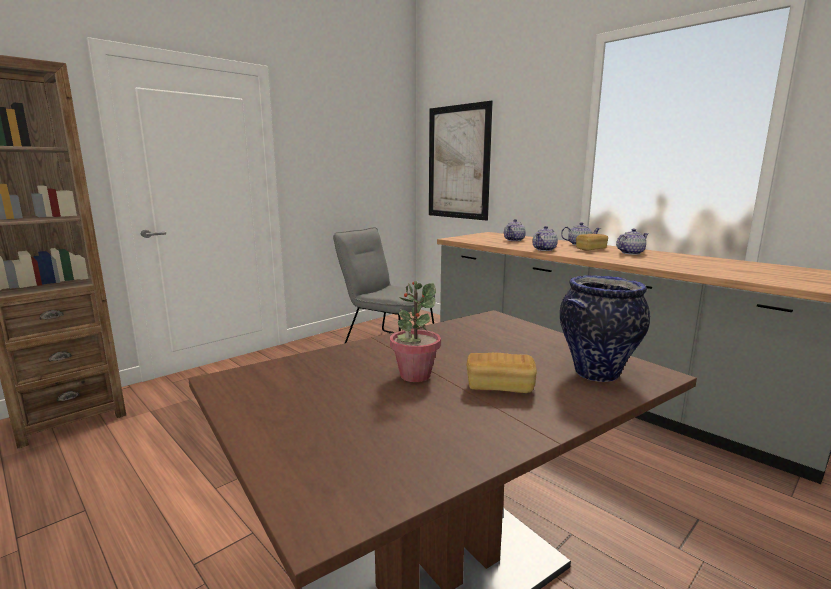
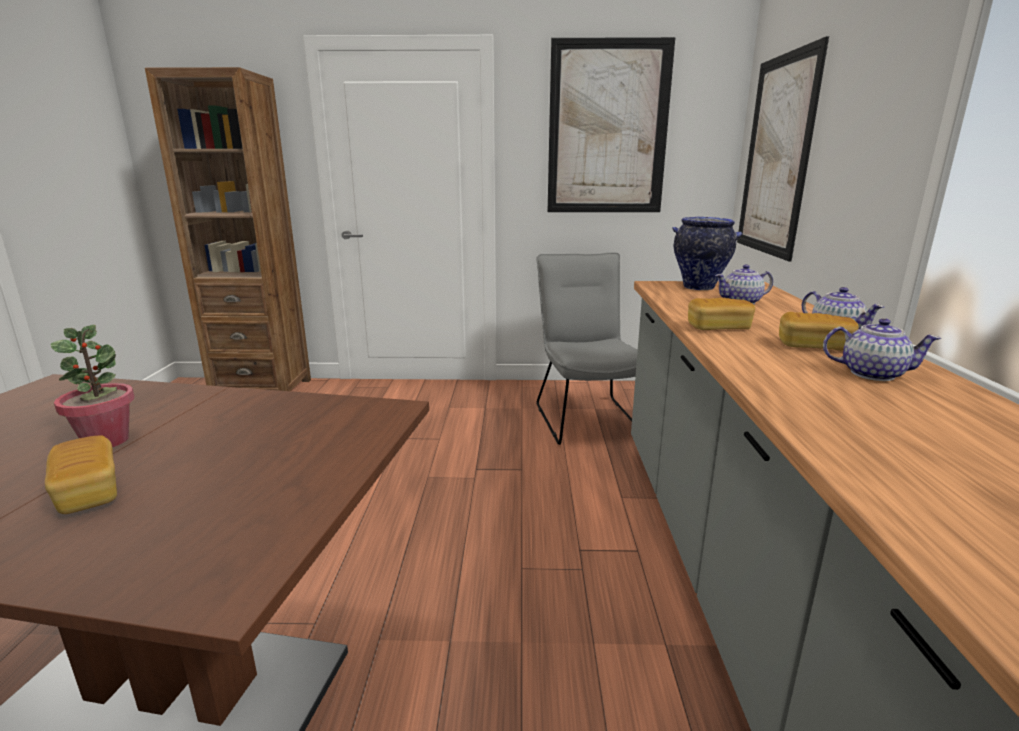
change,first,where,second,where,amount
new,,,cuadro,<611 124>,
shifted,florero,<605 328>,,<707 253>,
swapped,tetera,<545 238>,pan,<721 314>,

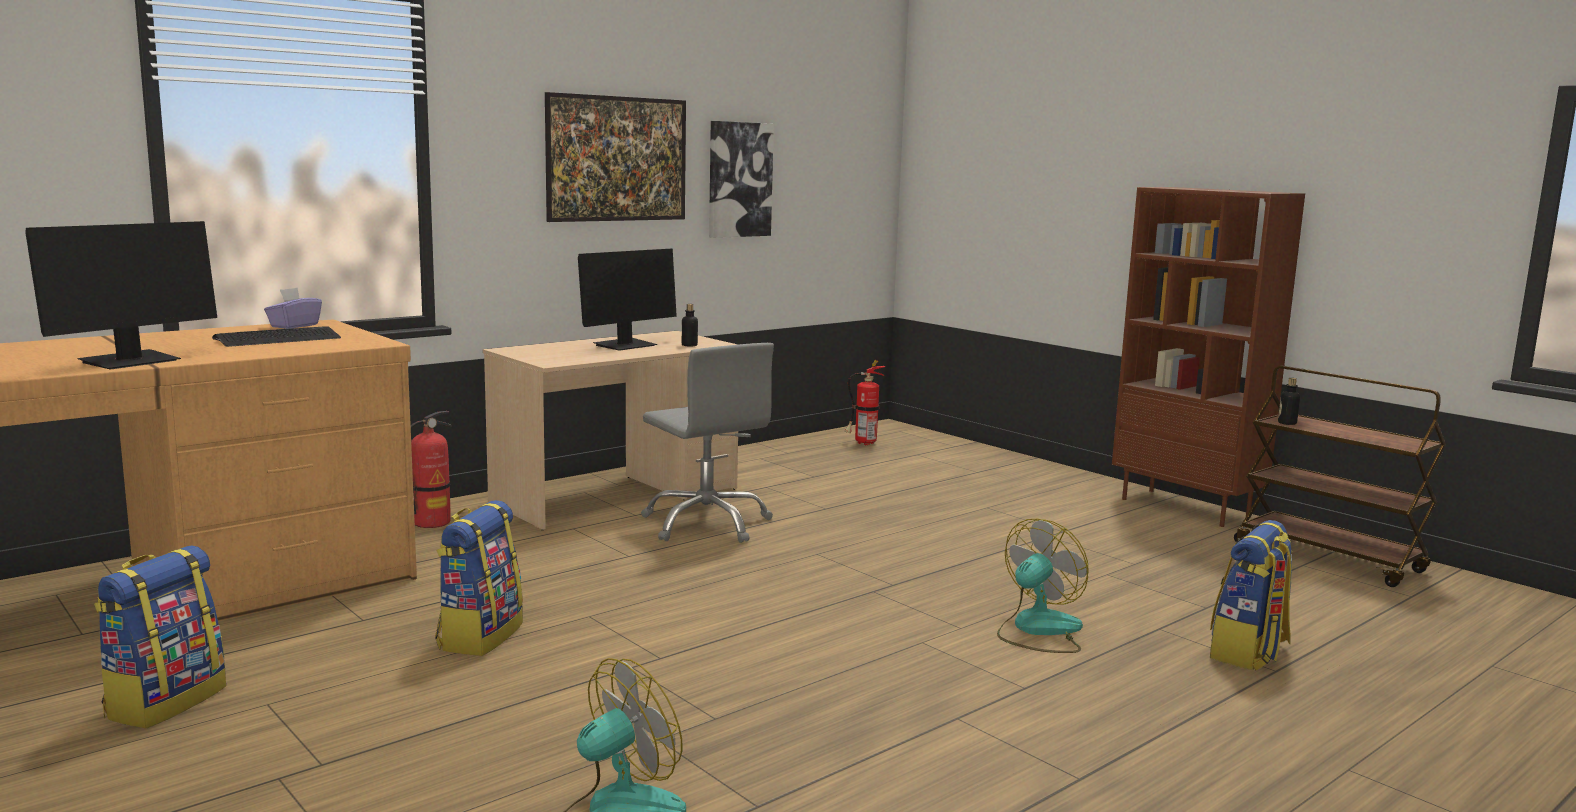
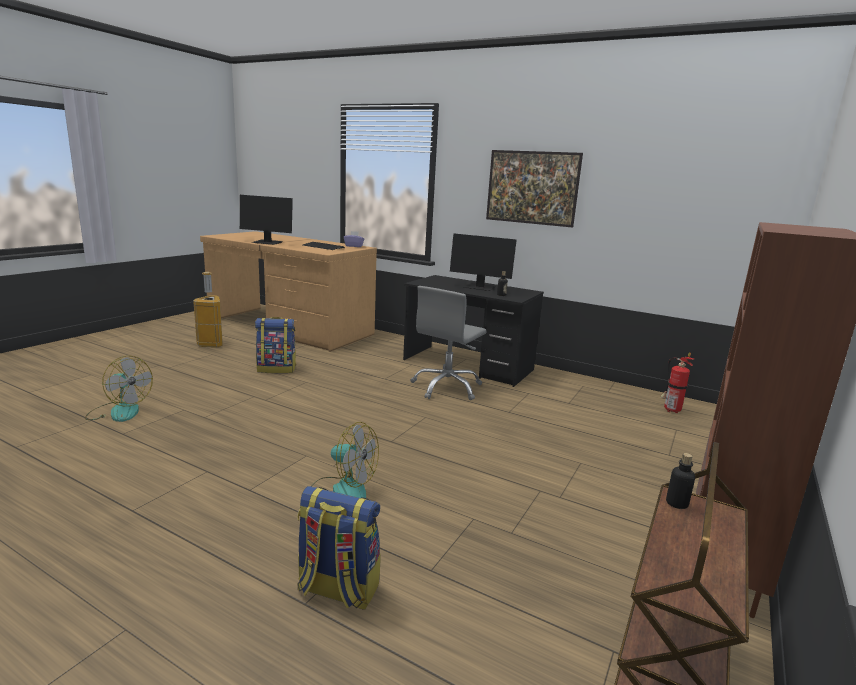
change,first,where,second,where,amount
swapped,mochila,<160 637>,papelera,<208 310>,
repainted,escritorio/beis,<610 430>,escritorio/negro,<473 331>,
gone,extintor,<431 469>,,,
gone,cuadro,<741 179>,,,

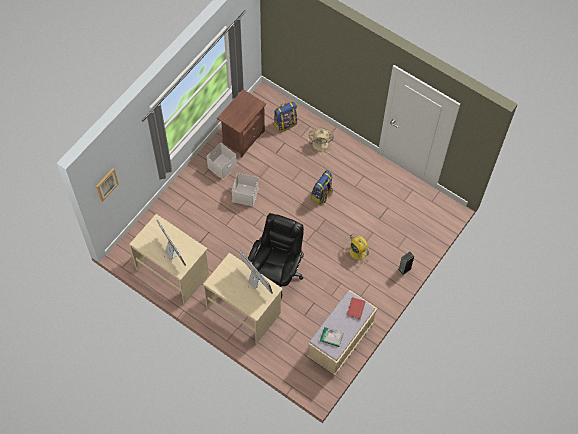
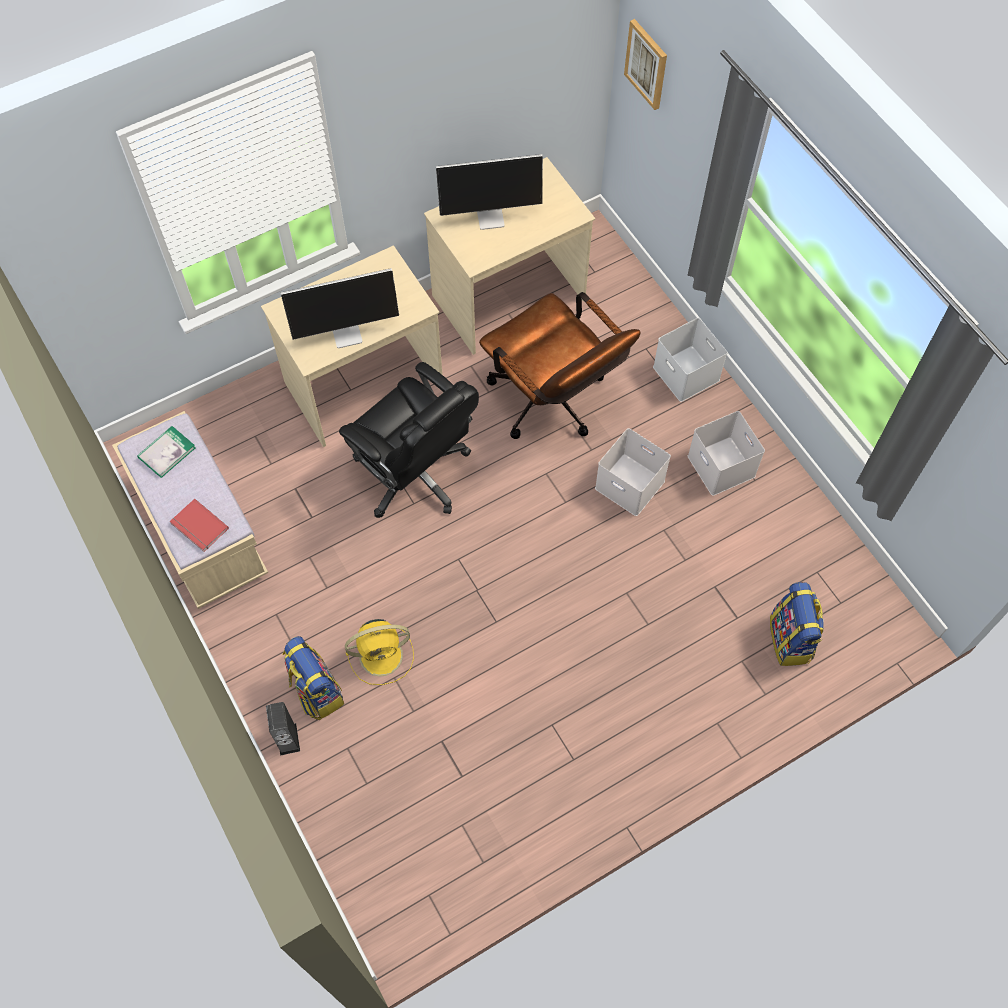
change,first,where,second,where,amount
shifted,mochila,<322 187>,,<313 678>,
new,,,silla de oficina/marrón,<559 365>,
new,,,caja de almacenaje/blanco,<690 360>,
gone,mesita de noche/marrón,<241 123>,,,
gone,ventilador/beis,<321 141>,,,

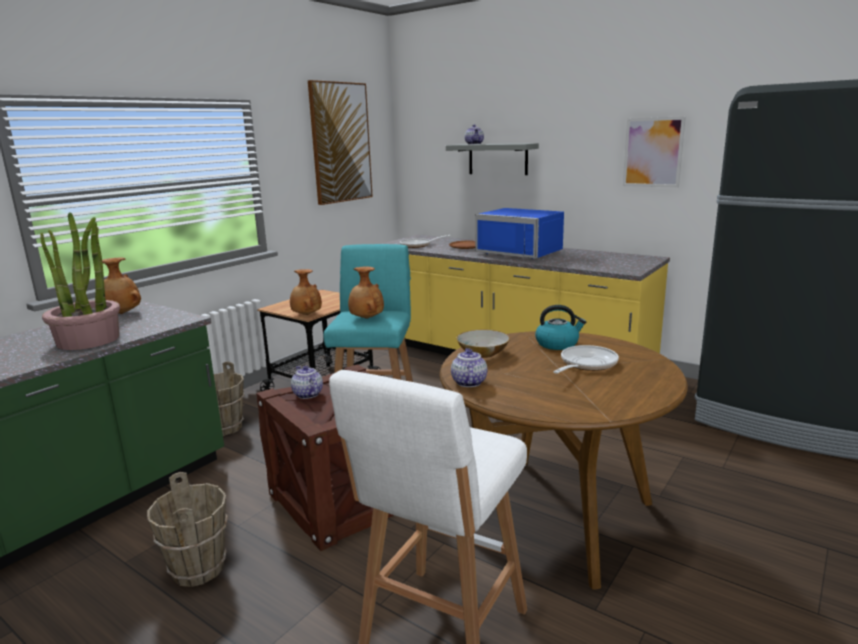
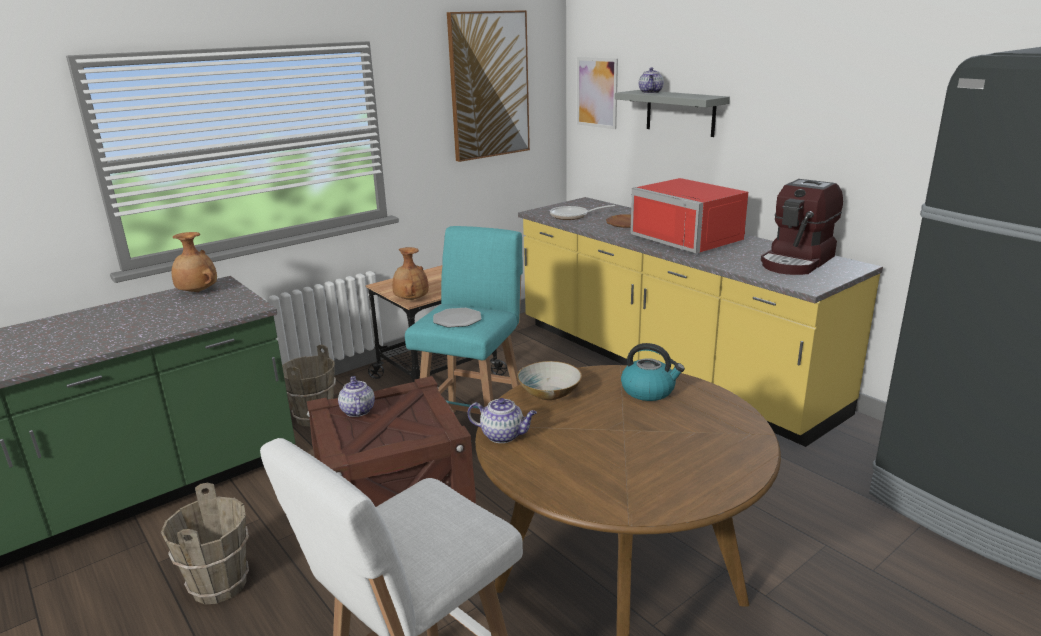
change,first,where,second,where,amount
swapped,florero/marrón,<366 293>,plato,<457 318>,
rotated,tetera,<469 367>,,<502 420>,90 degrees clockwise
shifted,cuadro,<654 152>,,<597 93>,
repainted,microondas/azul,<519 233>,microondas/rojo,<689 215>,
new,,,cafetera,<802 227>,
gone,planta en maceta,<80 281>,,,
gone,sartén,<586 359>,,,

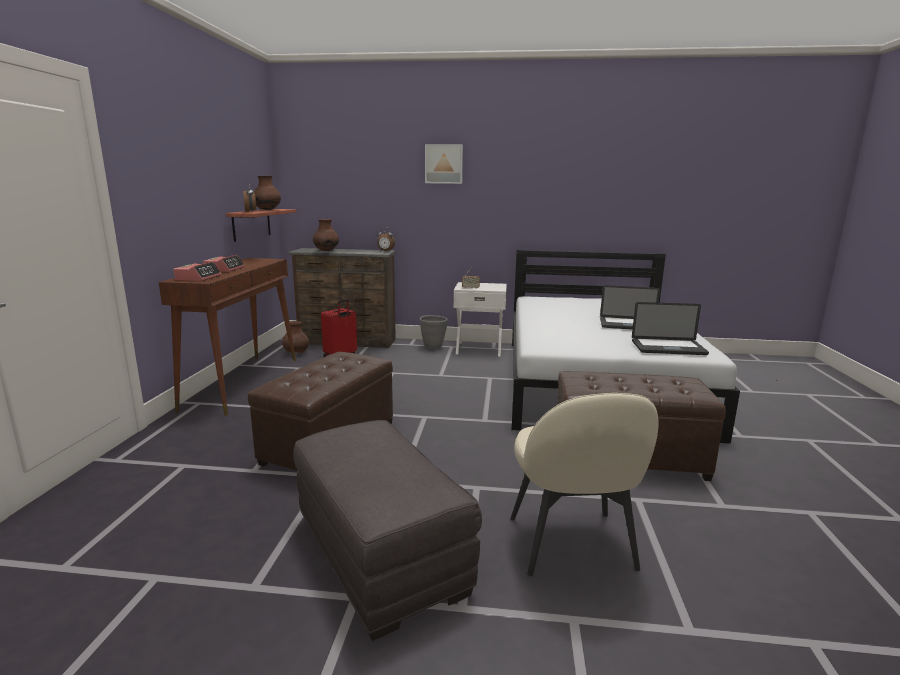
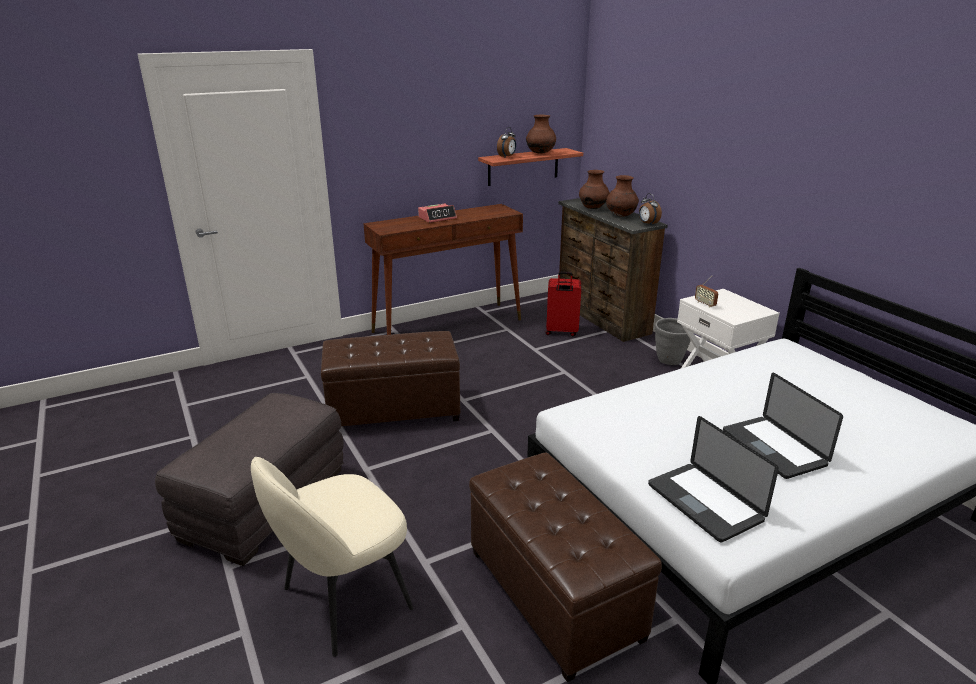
change,first,where,second,where,amount
shifted,florero/marrón,<295 337>,,<622 196>,
gone,despertador,<197 271>,,,
gone,cuadro,<444 164>,,,

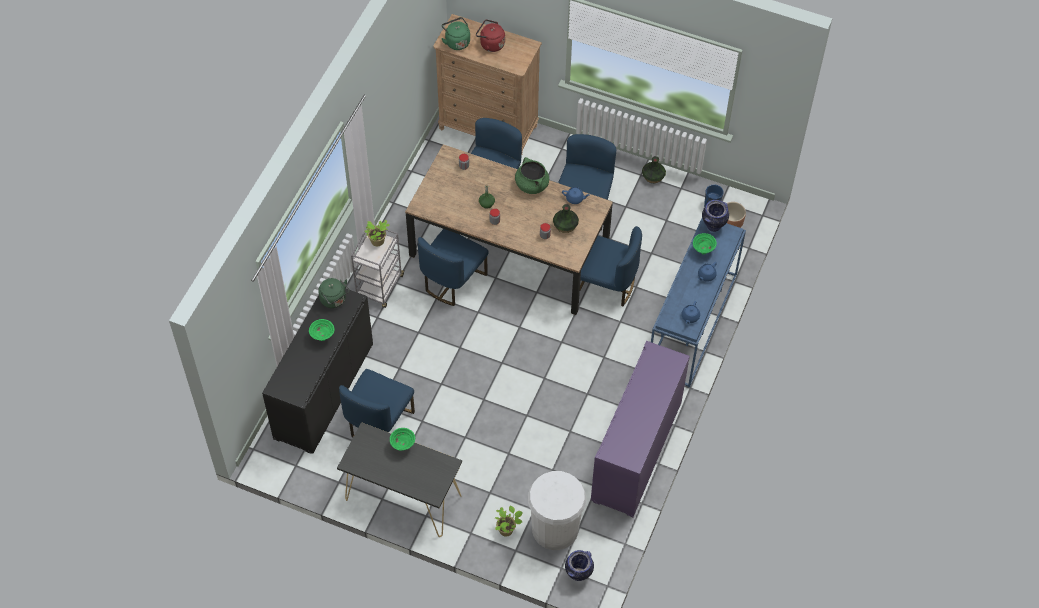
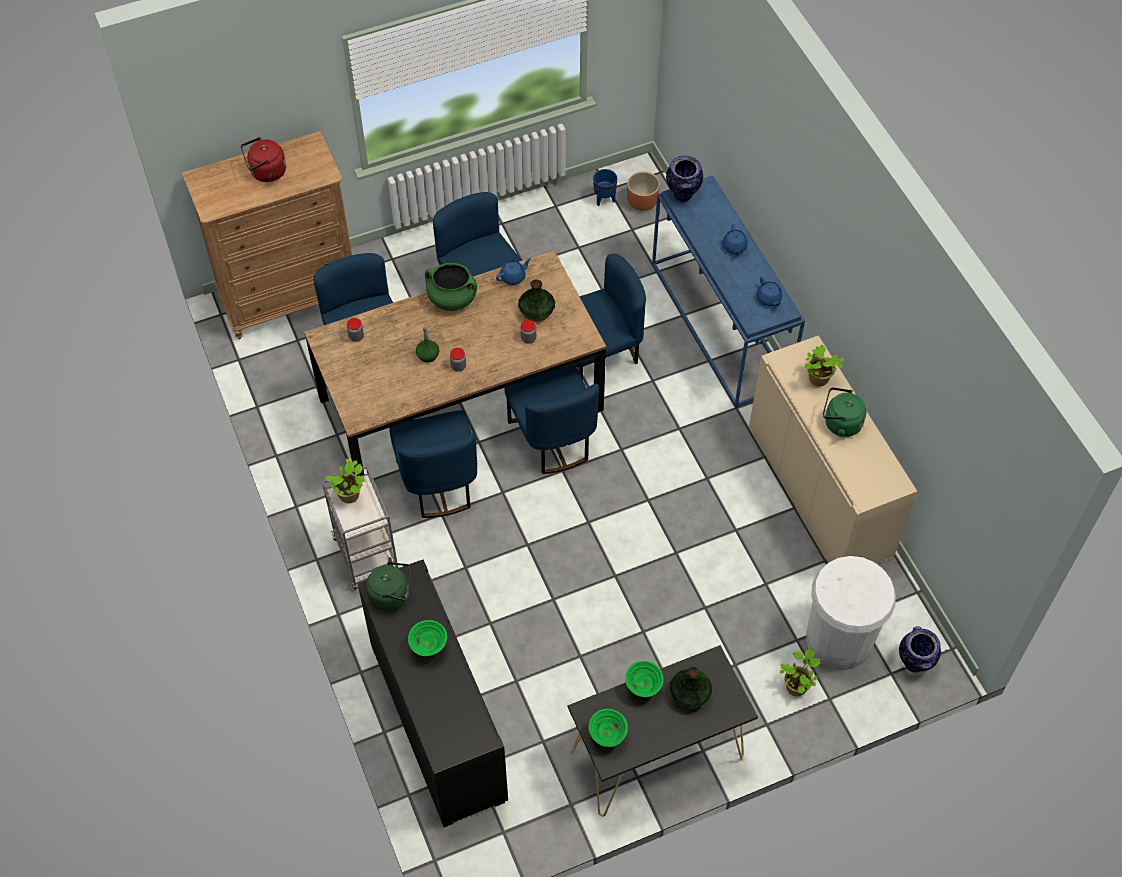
change,first,where,second,where,amount
shifted,silla/azul,<377 403>,,<551 419>,
shifted,cuenco/verde,<705 243>,,<608 728>,
shifted,florero,<654 169>,,<691 688>,
repainted,armario/morado,<640 429>,armario/beis,<833 450>,
new,,,planta en maceta,<824 365>,
shifted,hervidor/verde,<455 33>,,<844 412>,

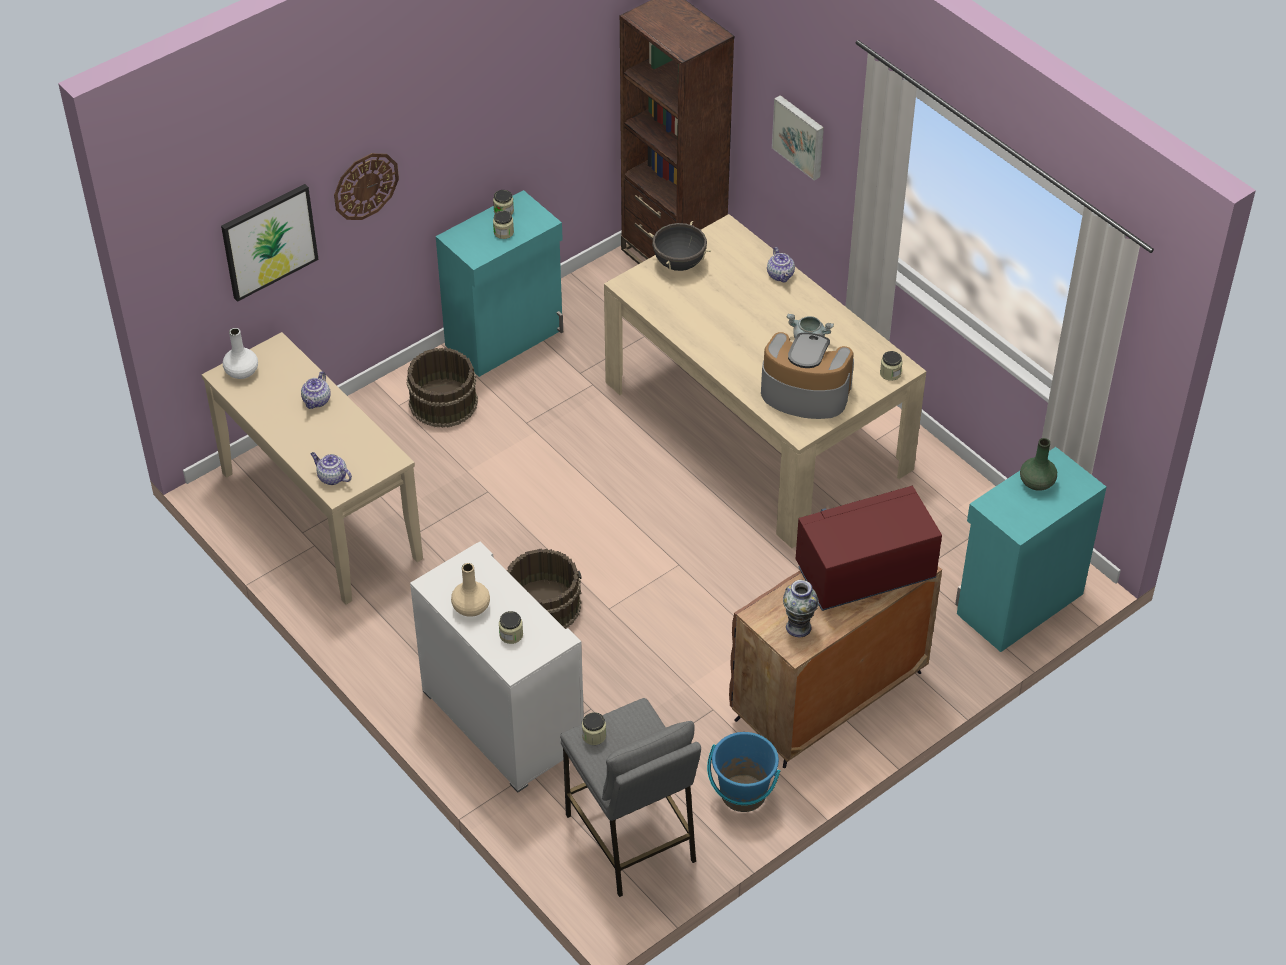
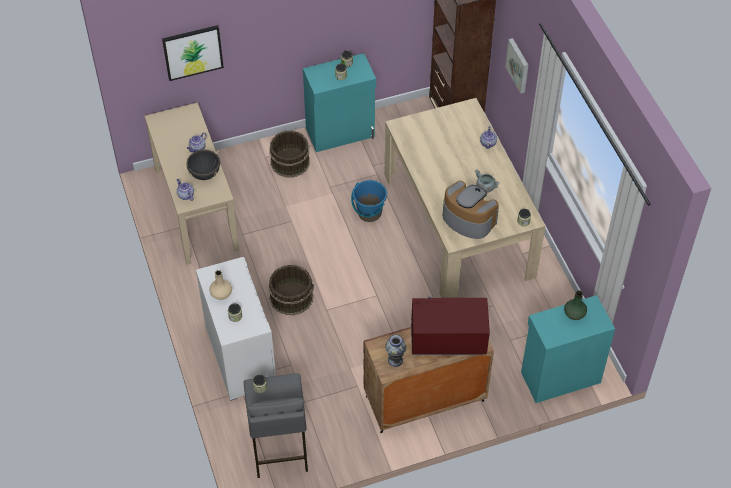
change,first,where,second,where,amount
shifted,olla/negro,<679 246>,,<203 165>,
shifted,cubo/azul,<743 772>,,<369 201>,
gone,florero/blanco,<240 353>,,,
gone,reloj de pared,<366 186>,,,

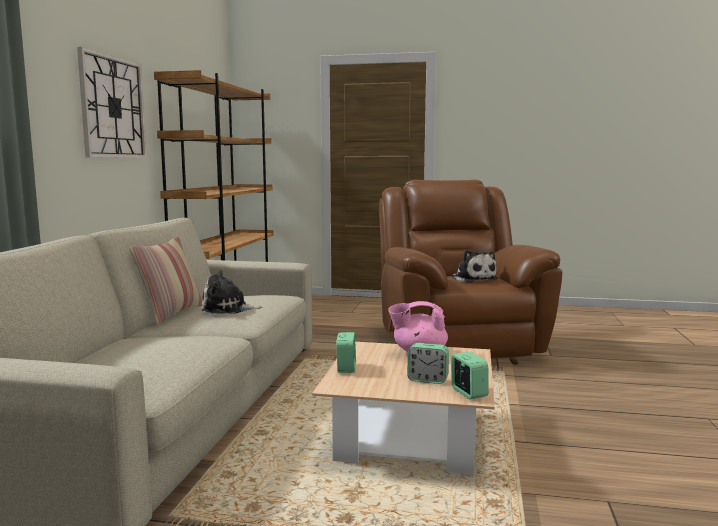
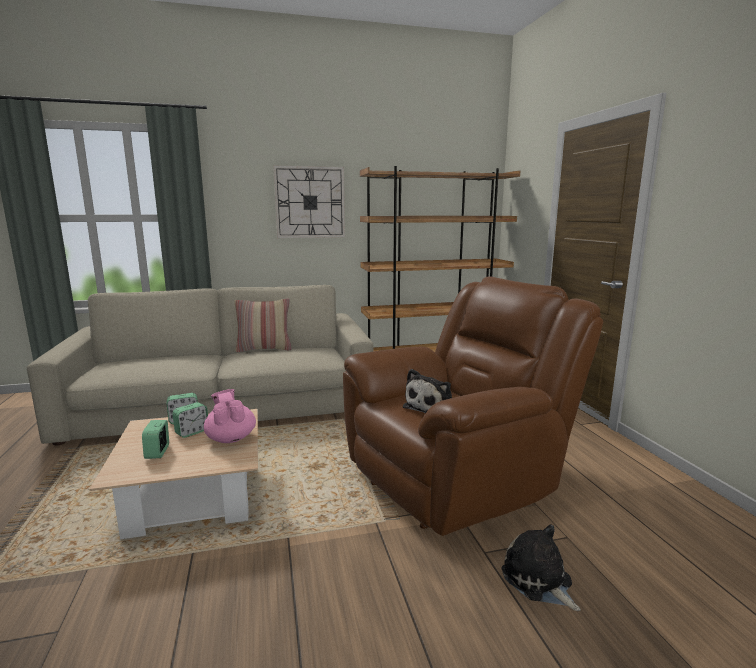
change,first,where,second,where,amount
shifted,despertador,<469 375>,,<190 420>,
shifted,peluche,<232 291>,,<541 568>,

